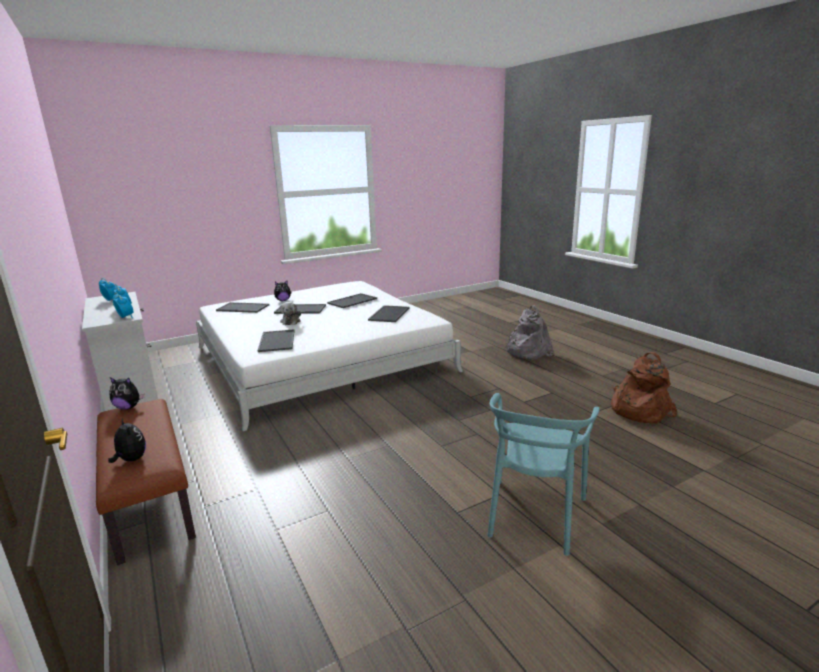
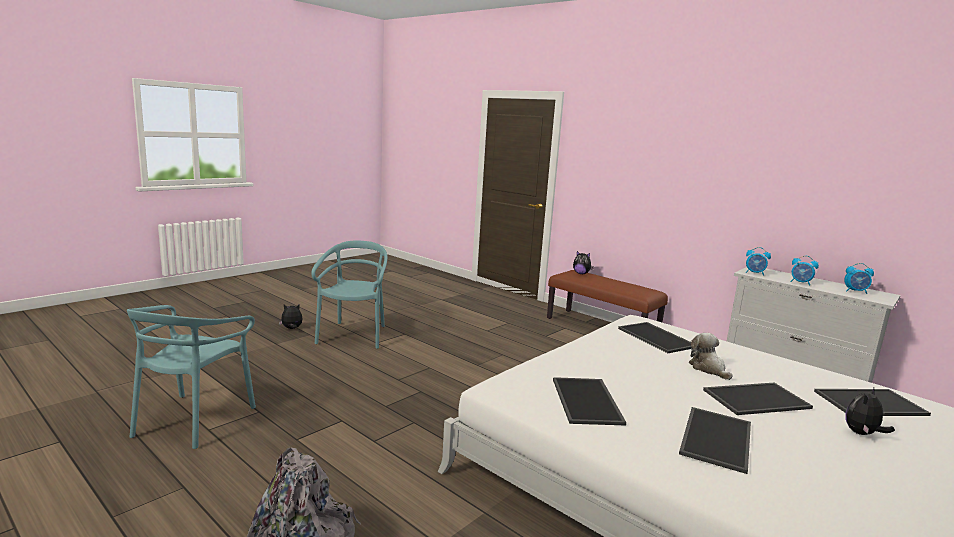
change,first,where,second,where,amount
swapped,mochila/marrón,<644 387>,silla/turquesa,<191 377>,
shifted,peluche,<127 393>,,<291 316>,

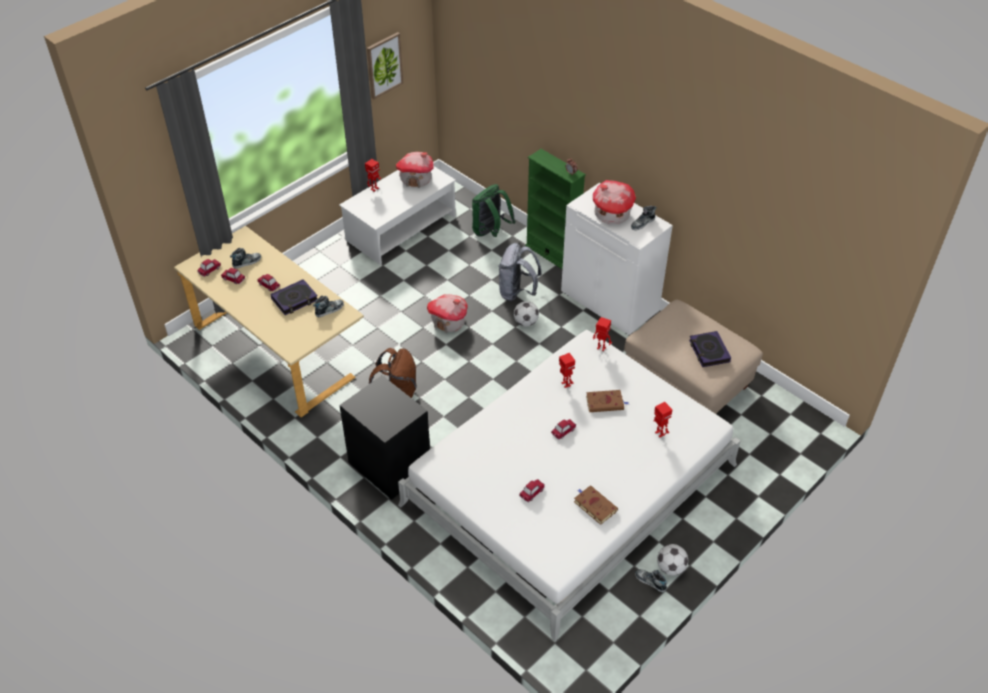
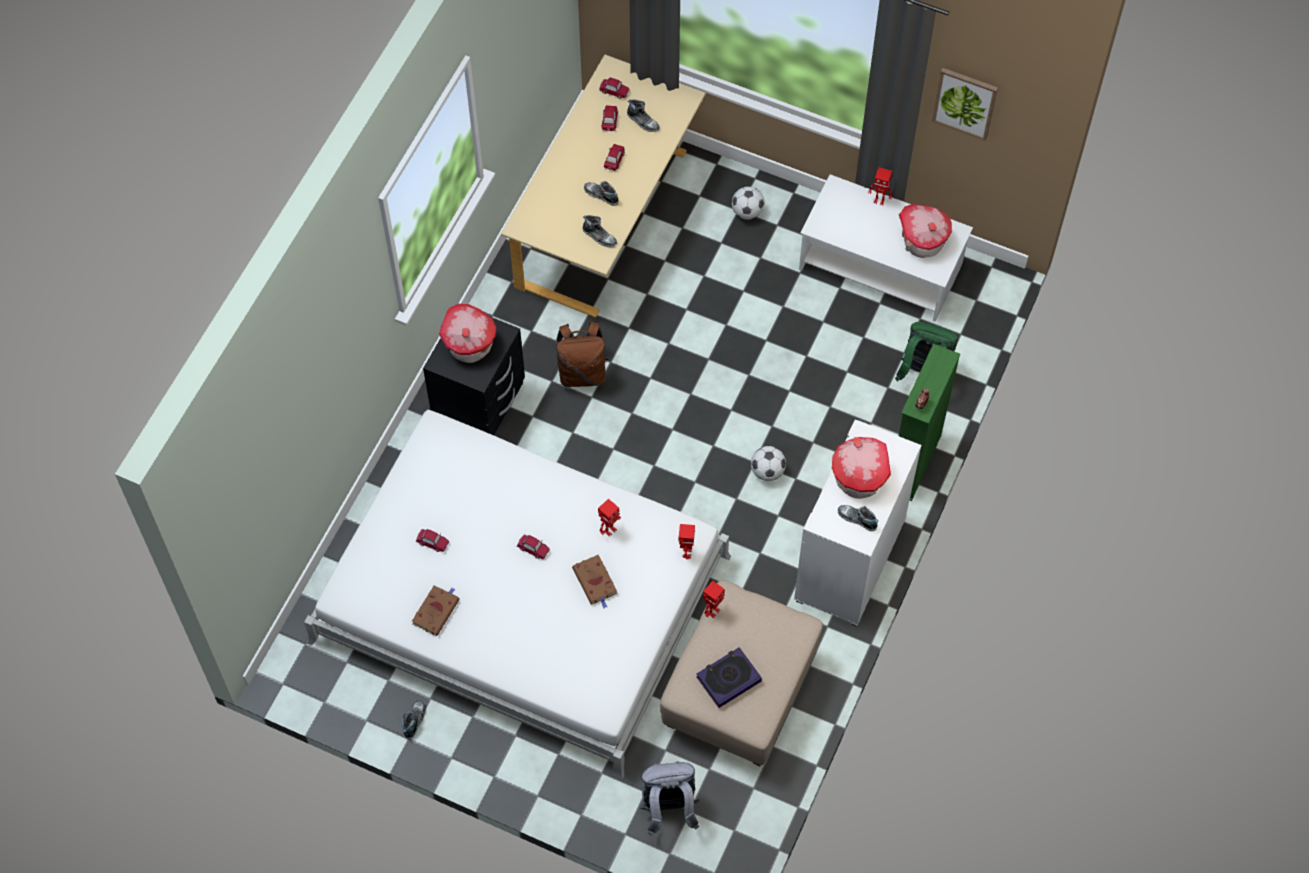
change,first,where,second,where,amount
shifted,casita,<447 313>,,<467 333>,
swapped,libro,<294 297>,zapato,<601 193>,
shifted,mochila/gris,<519 272>,,<669 798>,
shifted,robot de juguete,<663 420>,,<714 599>,
shifted,balón de fútbol,<672 559>,,<748 203>,

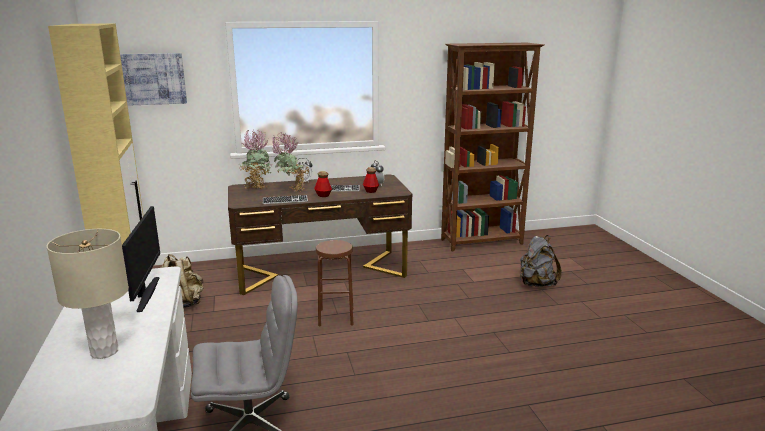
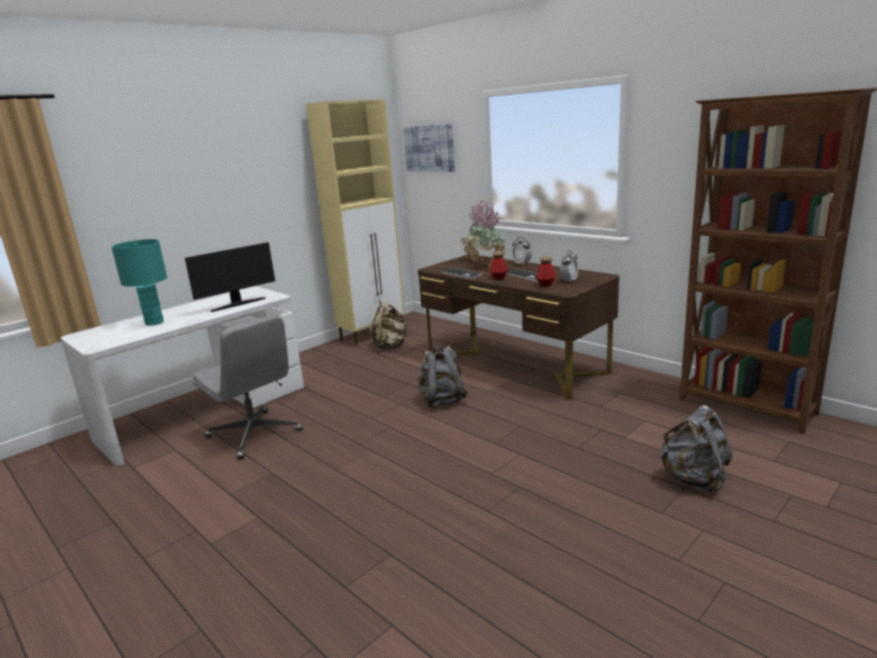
change,first,where,second,where,amount
repainted,lámpara de mesa/beis,<87 294>,lámpara de mesa/turquesa,<139 282>,
swapped,taburete/marrón,<335 283>,mochila/gris,<443 376>,

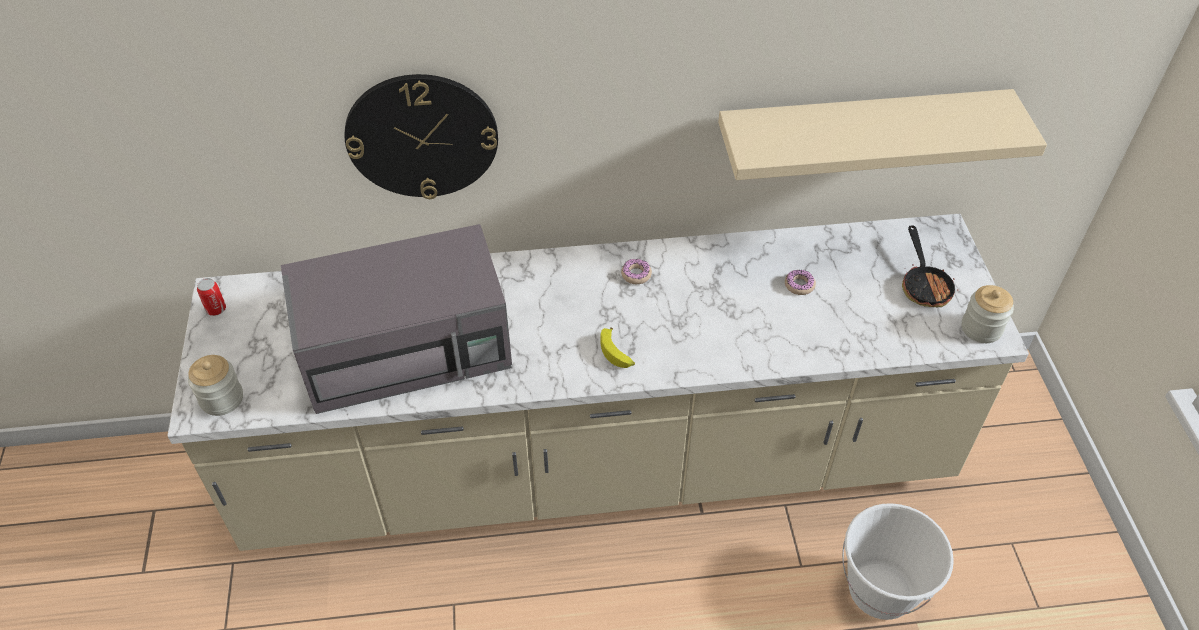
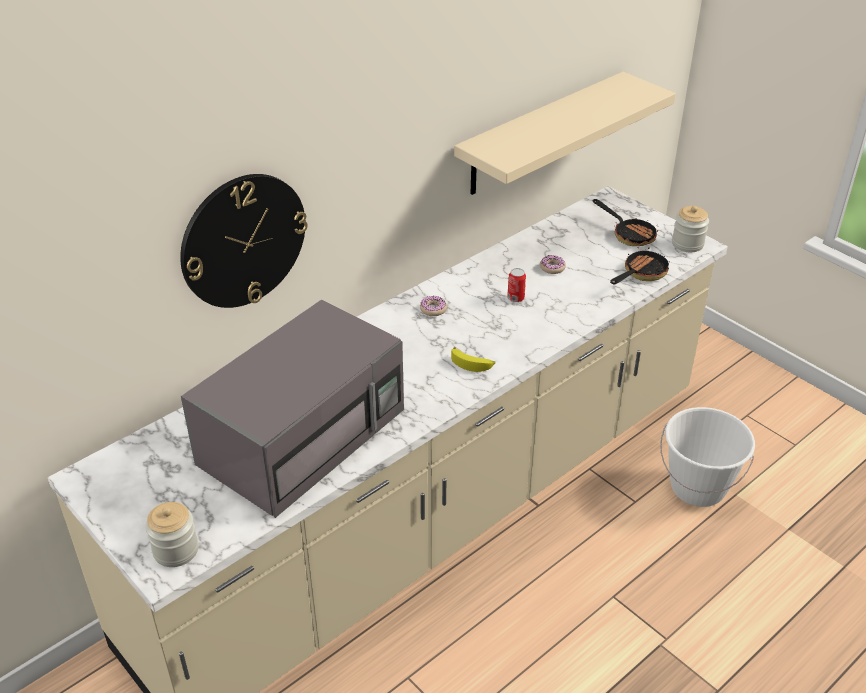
change,first,where,second,where,amount
shifted,lata,<211 297>,,<516 285>,
new,,,sartén,<639 265>,

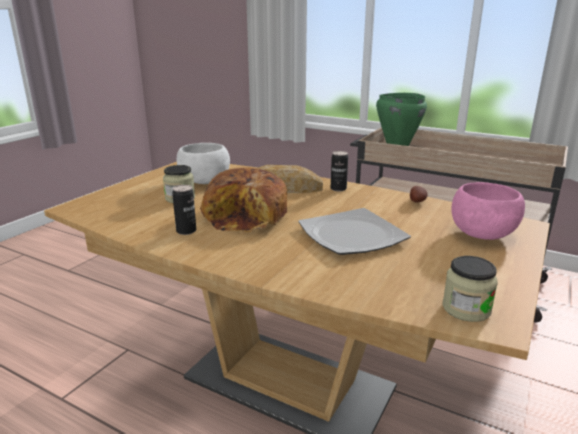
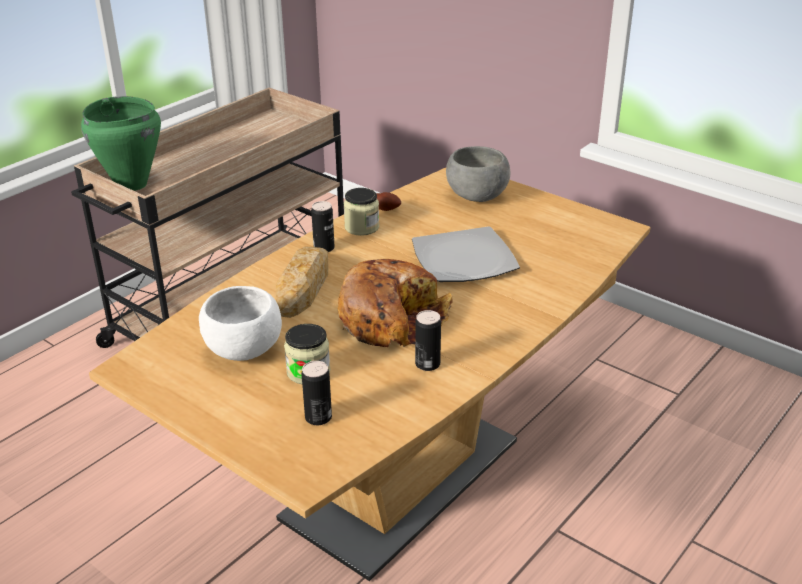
change,first,where,second,where,amount
new,,,lata,<317 393>,
shifted,tarro,<470 289>,,<361 212>,
repainted,cuenco/rosa,<488 211>,cuenco/gris,<478 174>,

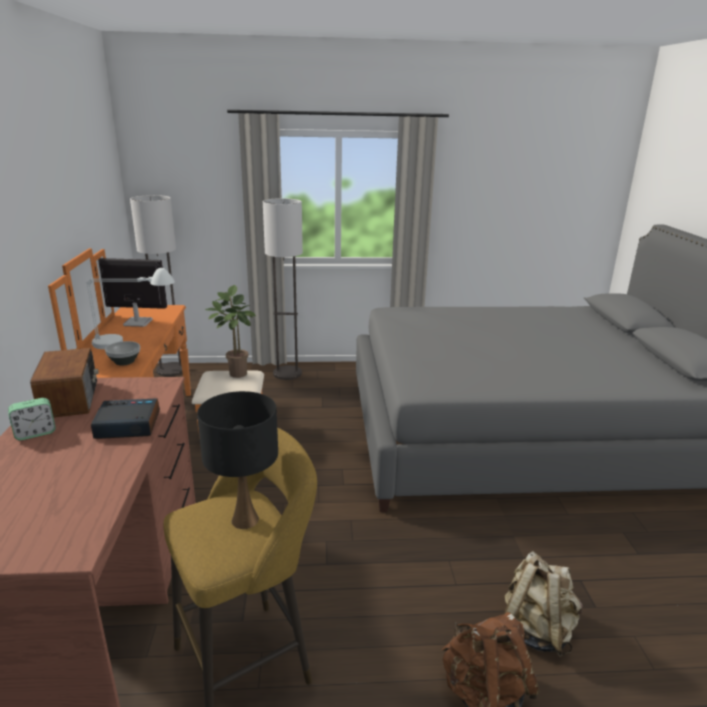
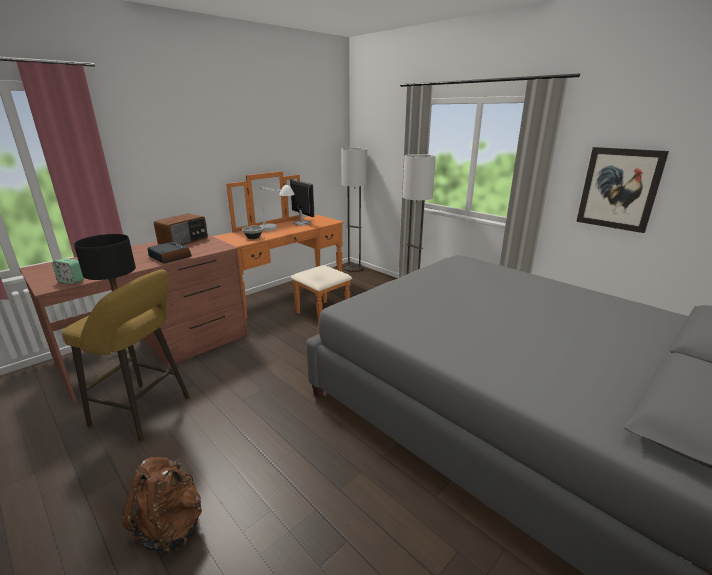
change,first,where,second,where,amount
shifted,despertador,<32 419>,,<68 271>,
new,,,cuadro,<622 190>,
gone,planta en maceta,<230 331>,,,
gone,mochila/beis,<543 604>,,,

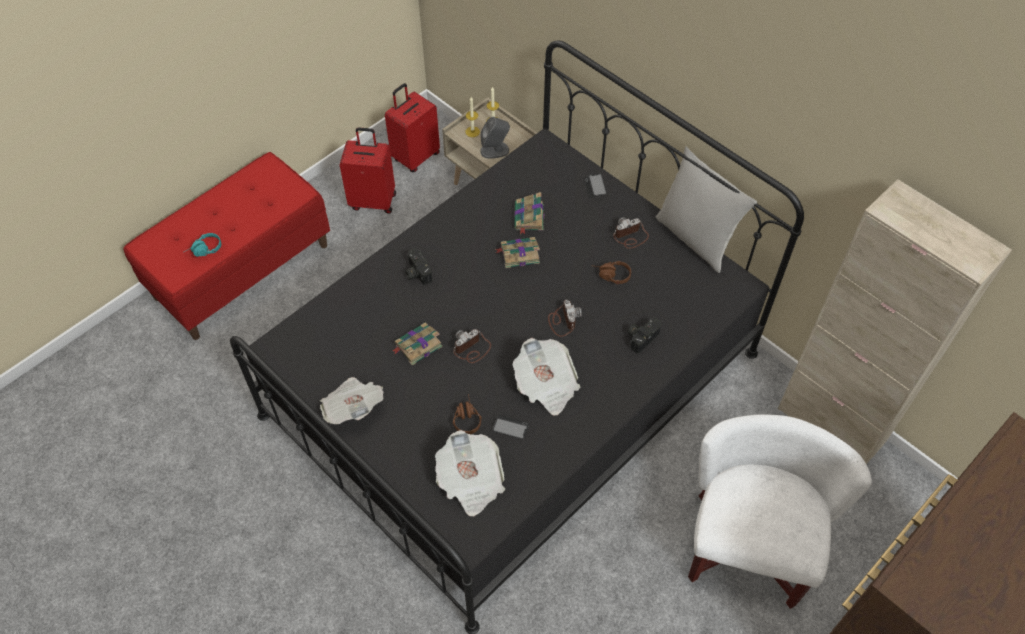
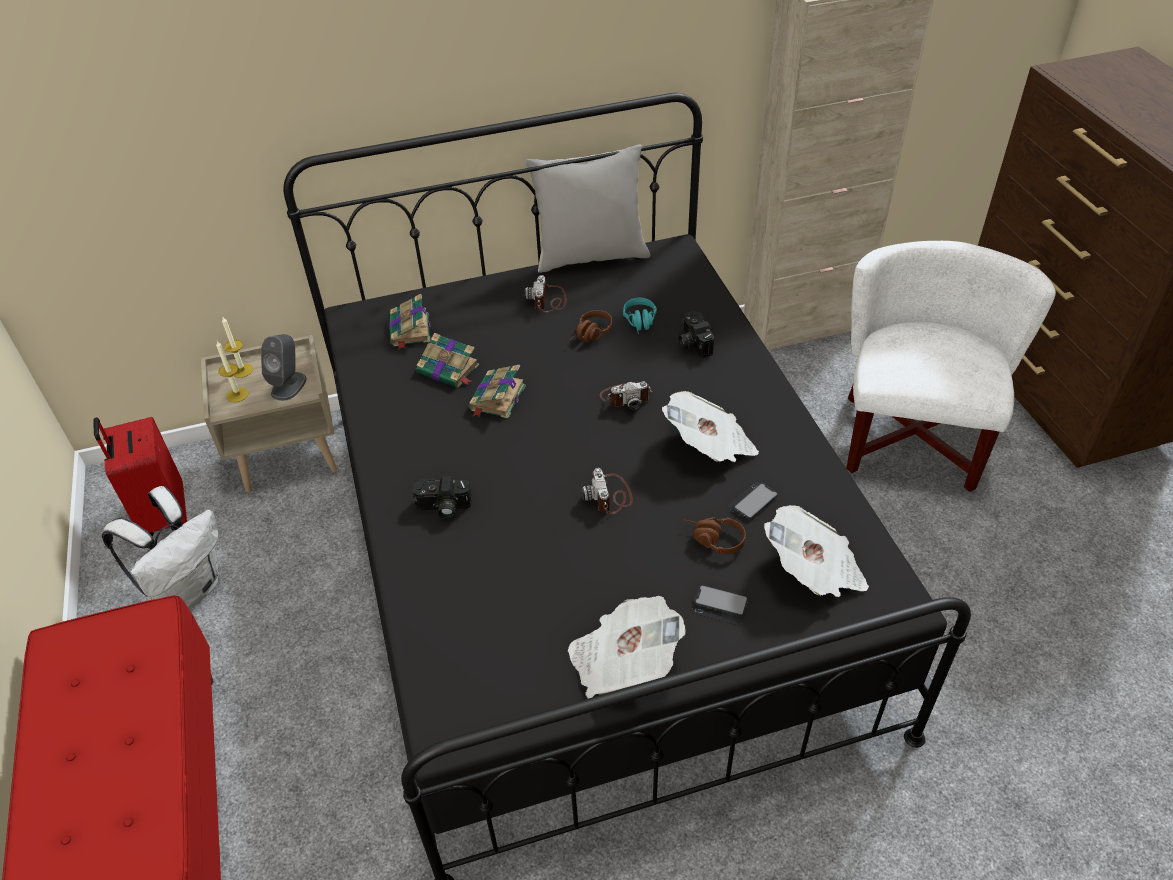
change,first,where,second,where,amount
swapped,maleta/rojo,<368 170>,mochila/blanco,<160 548>,
shifted,libro,<418 344>,,<410 321>,
rotated,cámara,<565 318>,,<626 395>,150 degrees clockwise
shifted,auriculares/turquesa,<202 245>,,<640 316>,
shifted,móvil,<595 186>,,<720 605>,
rotated,sillón/blanco,<780 511>,,<951 366>,60 degrees clockwise

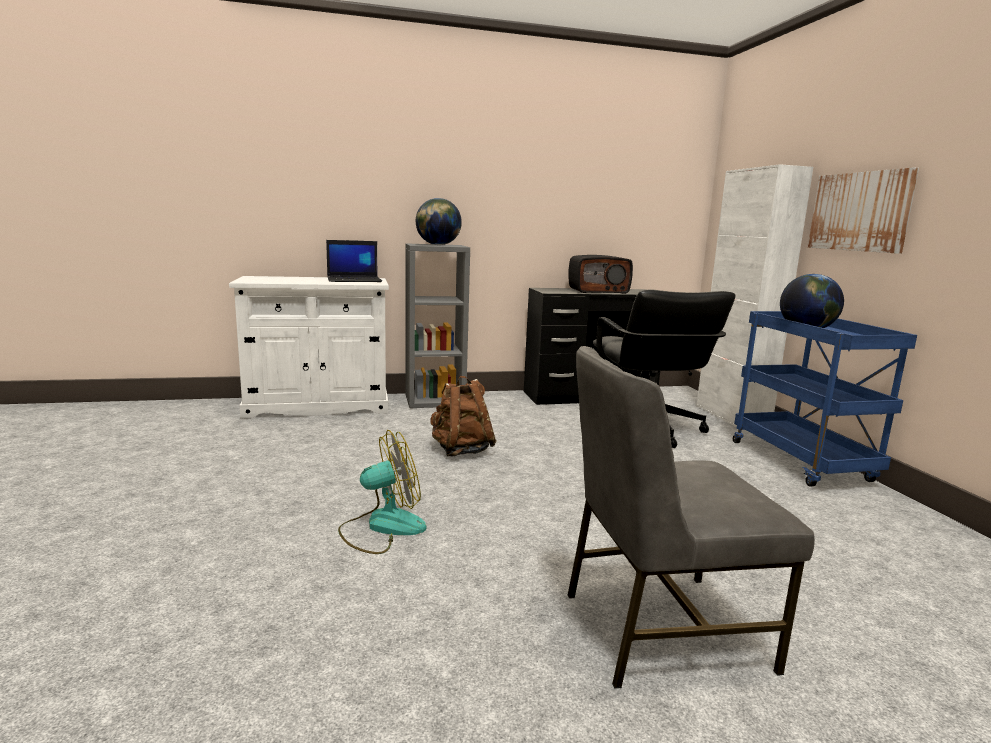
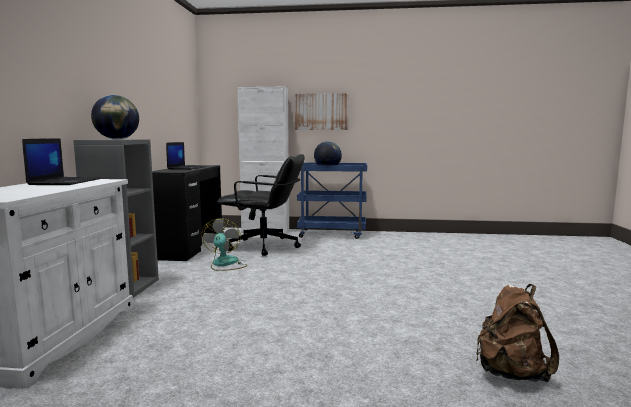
change,first,where,second,where,amount
swapped,radio,<600 274>,portátil,<186 156>,
shifted,ventilador,<382 492>,,<224 244>,
shifted,mochila/marrón,<463 416>,,<517 333>,
gone,silla/gris,<691 517>,,,

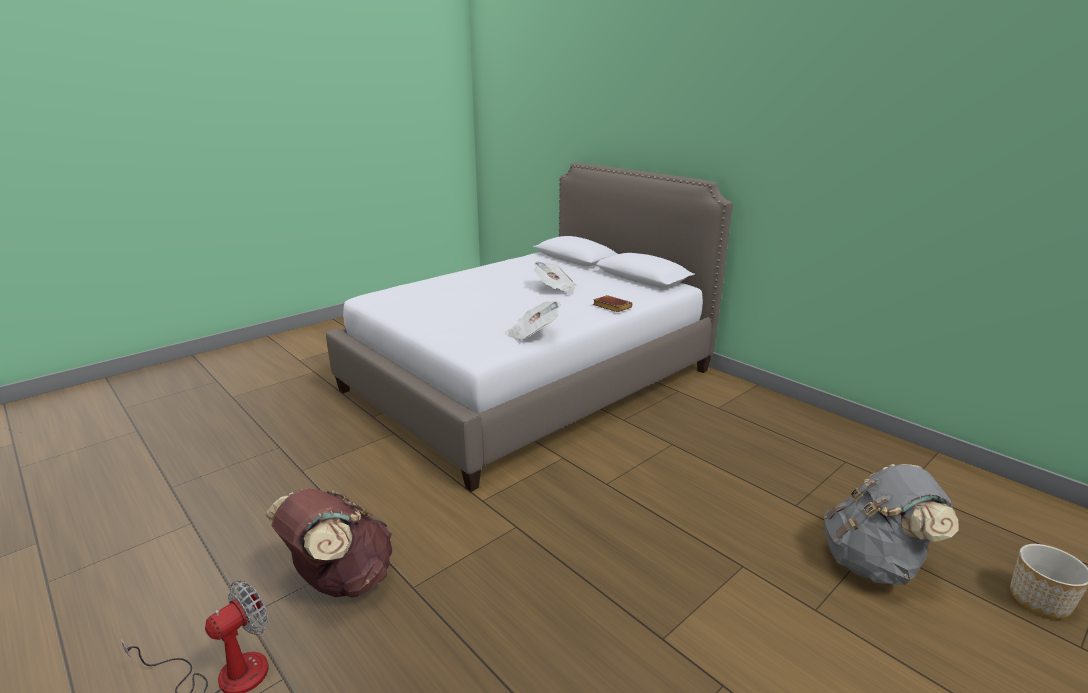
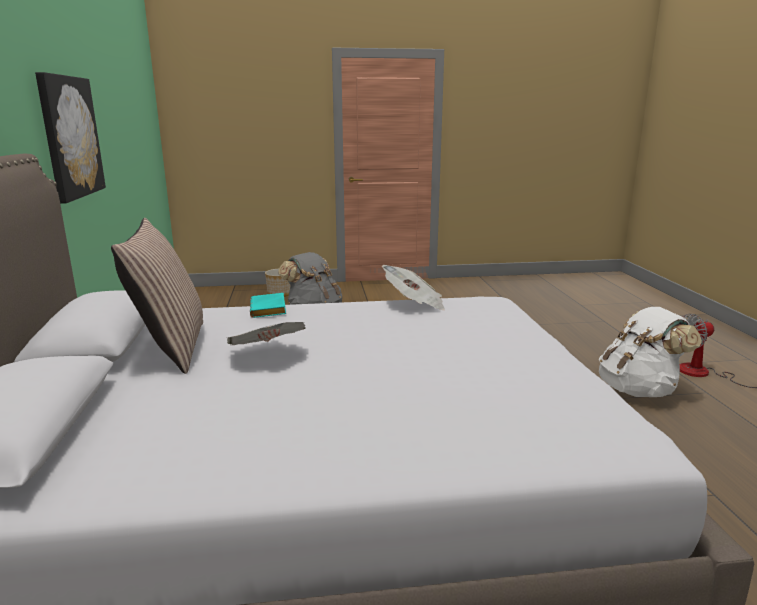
change,first,where,second,where,amount
new,,,cuadro,<70 137>,
new,,,cojín,<157 296>,
repainted,libro/marrón,<612 303>,libro/turquesa,<268 305>,
repainted,mochila/marrón,<328 543>,mochila/blanco,<650 352>,

